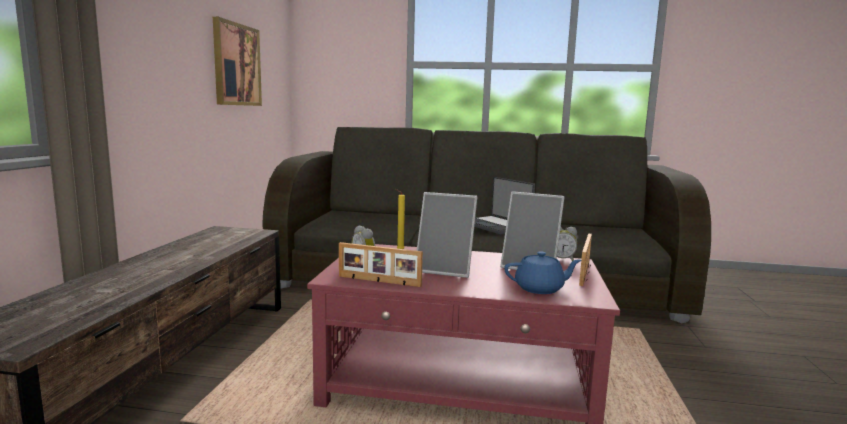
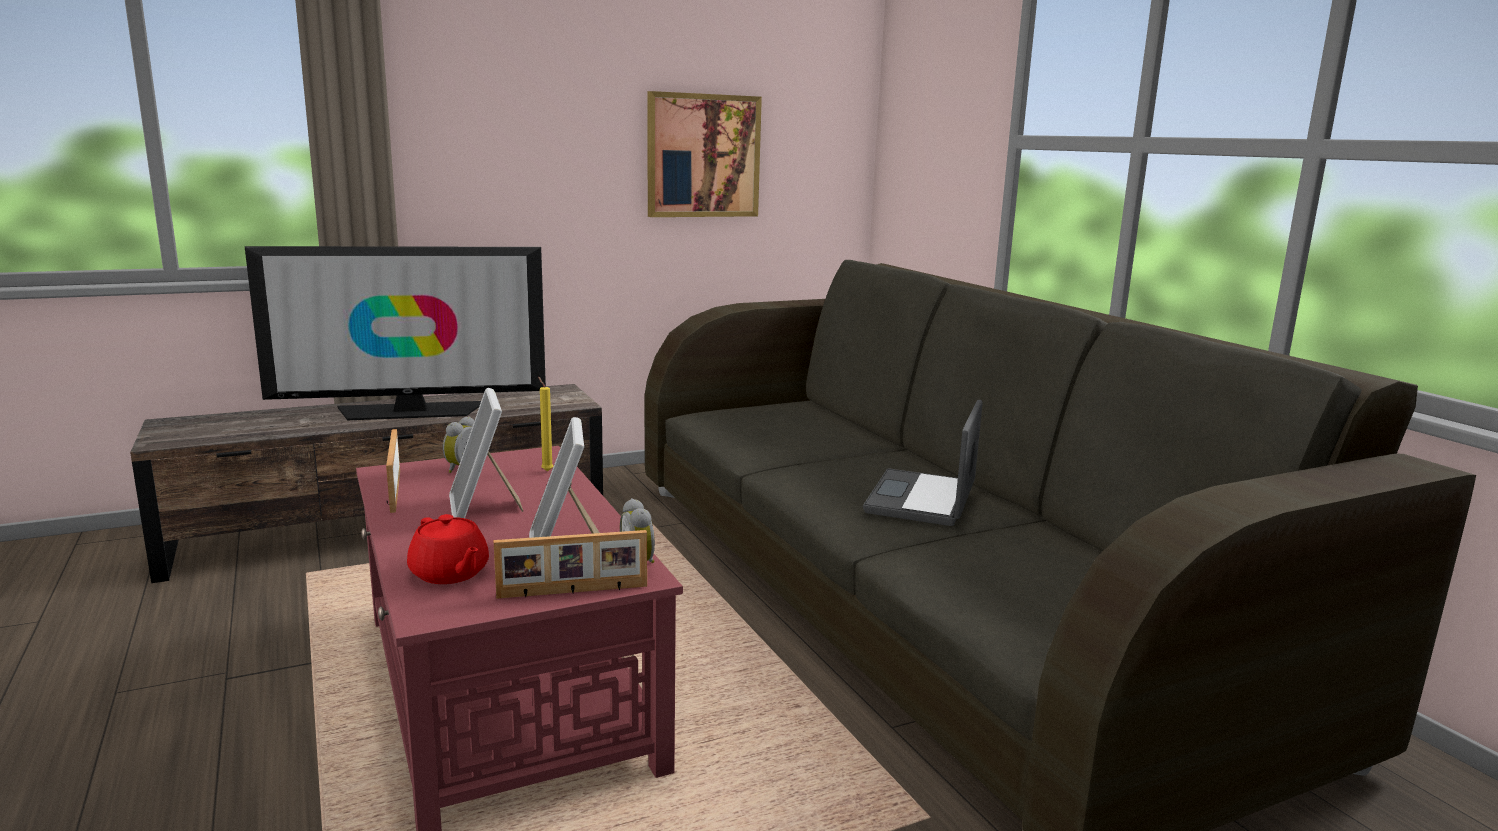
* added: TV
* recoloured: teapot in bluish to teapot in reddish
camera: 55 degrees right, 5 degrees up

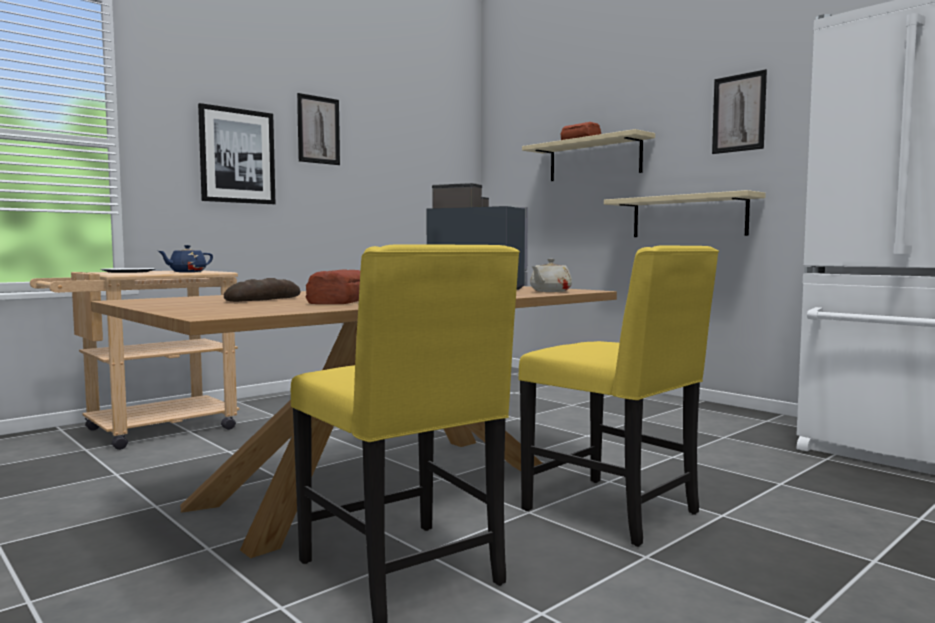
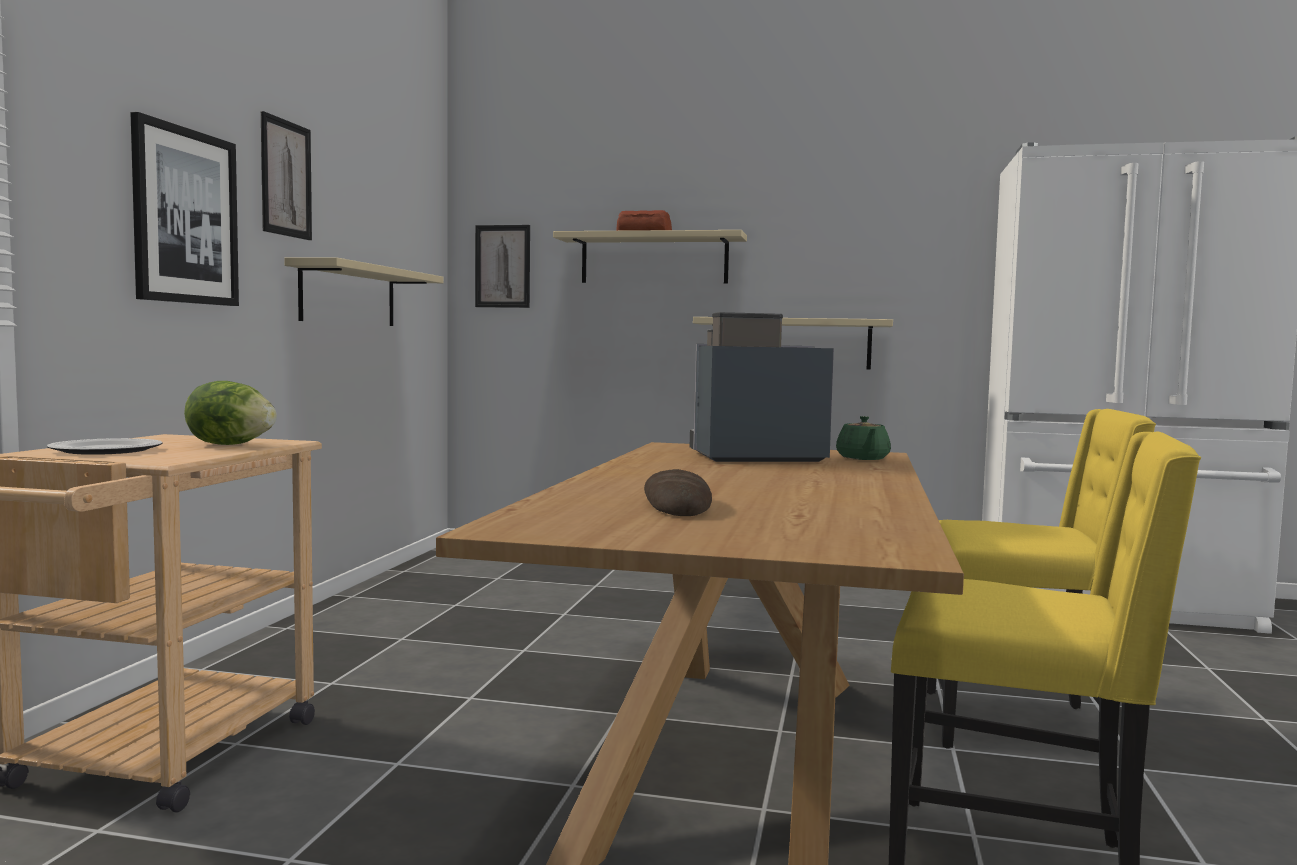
* replaced: teapot in bluish to lettuce
* added: shelf in beige (1st from left)
* moved: wall art (3rd from left)
* recoloured: teapot in beige to teapot in green-coloured
* removed: bakery bread (2nd from left)
camera: 35 degrees left, 0 degrees up

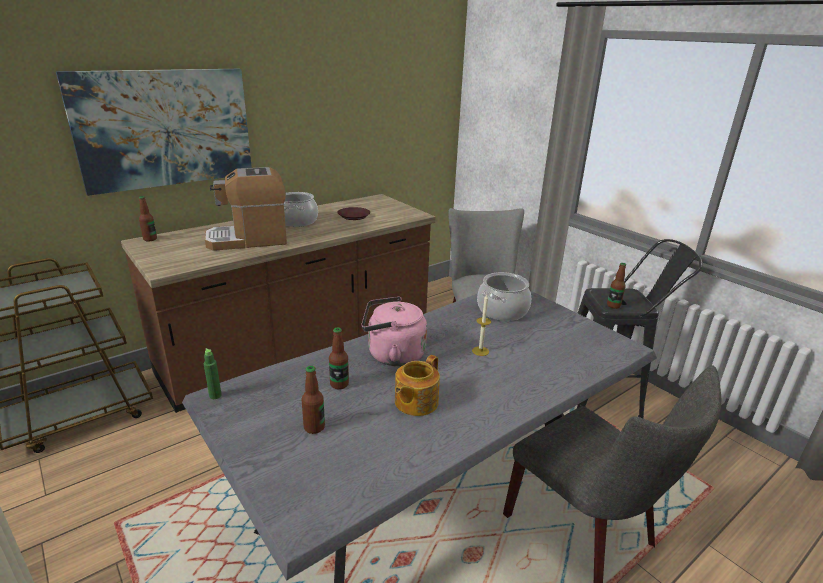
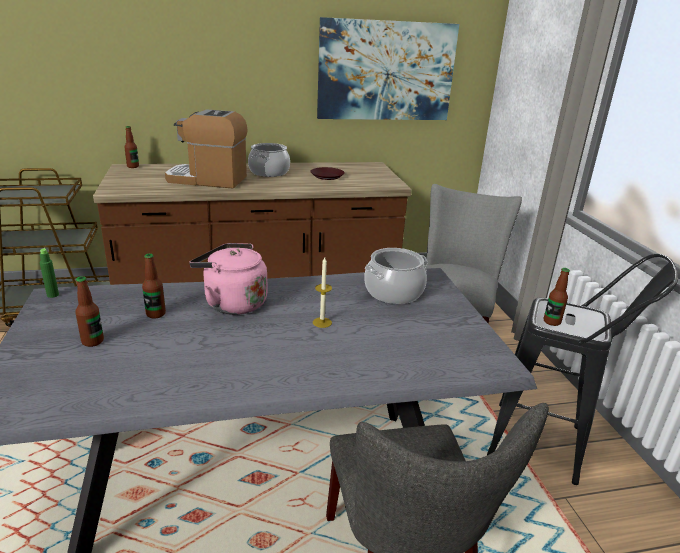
* moved: wall art
* removed: teapot
camera: 25 degrees right, 0 degrees up

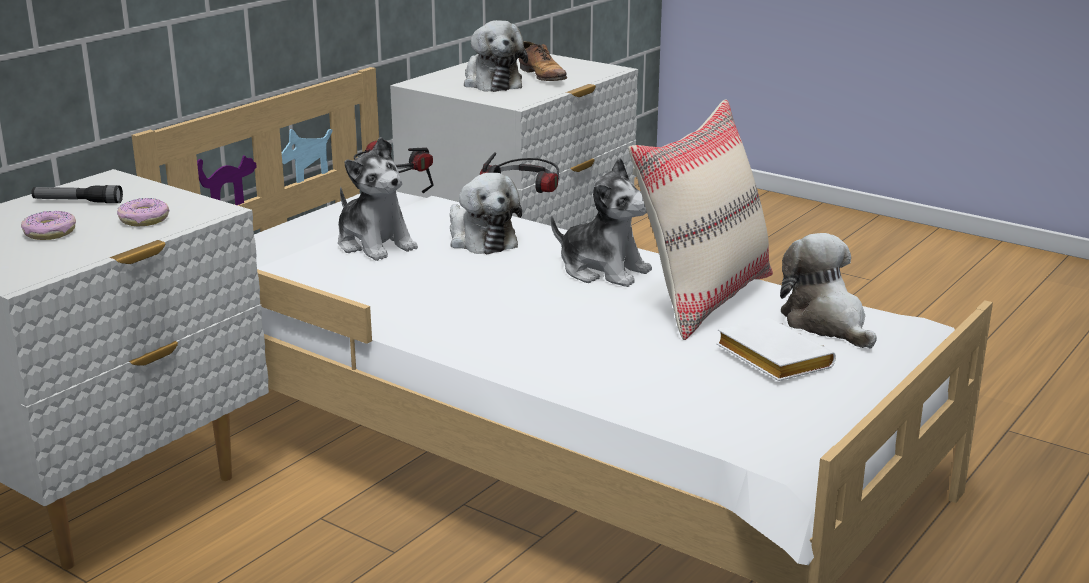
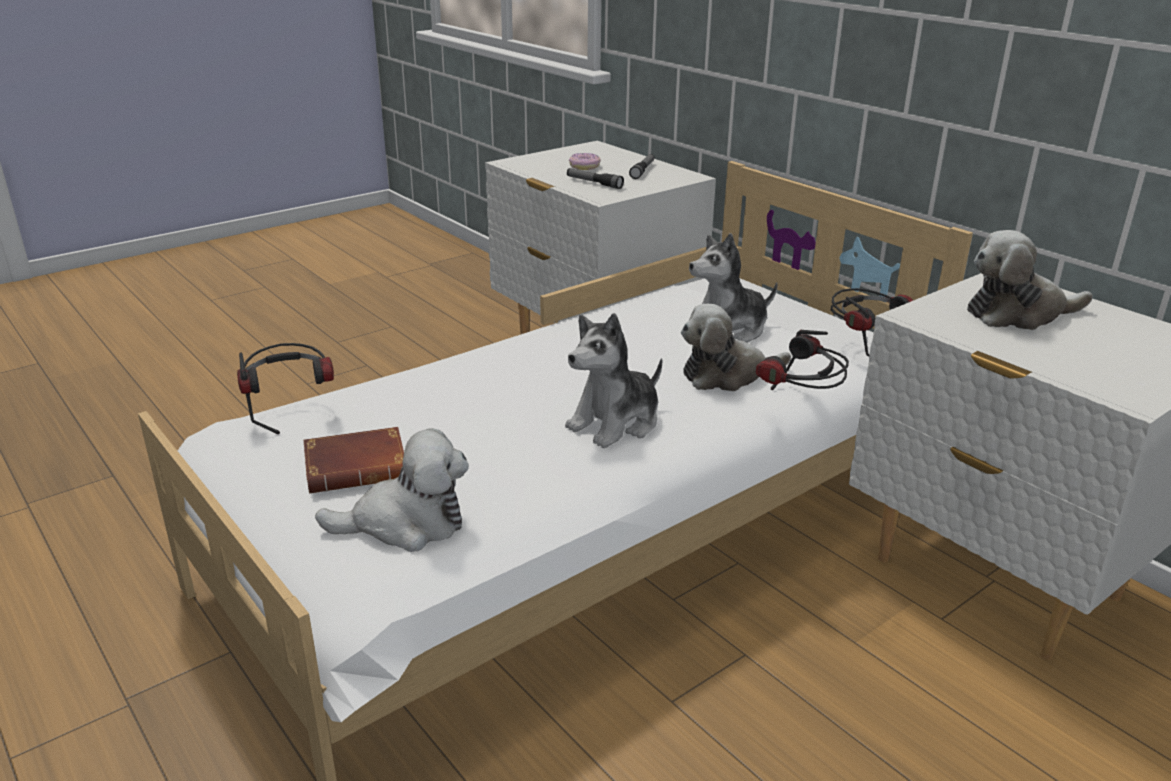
* added: pair of headphones (1st from left)
* recoloured: volume in white to volume in brown-coloured
* replaced: doughnut (2nd from left) to flashlight (1st from left)
* removed: low shoe
* removed: cushion in beige
camera: 105 degrees right, 5 degrees up

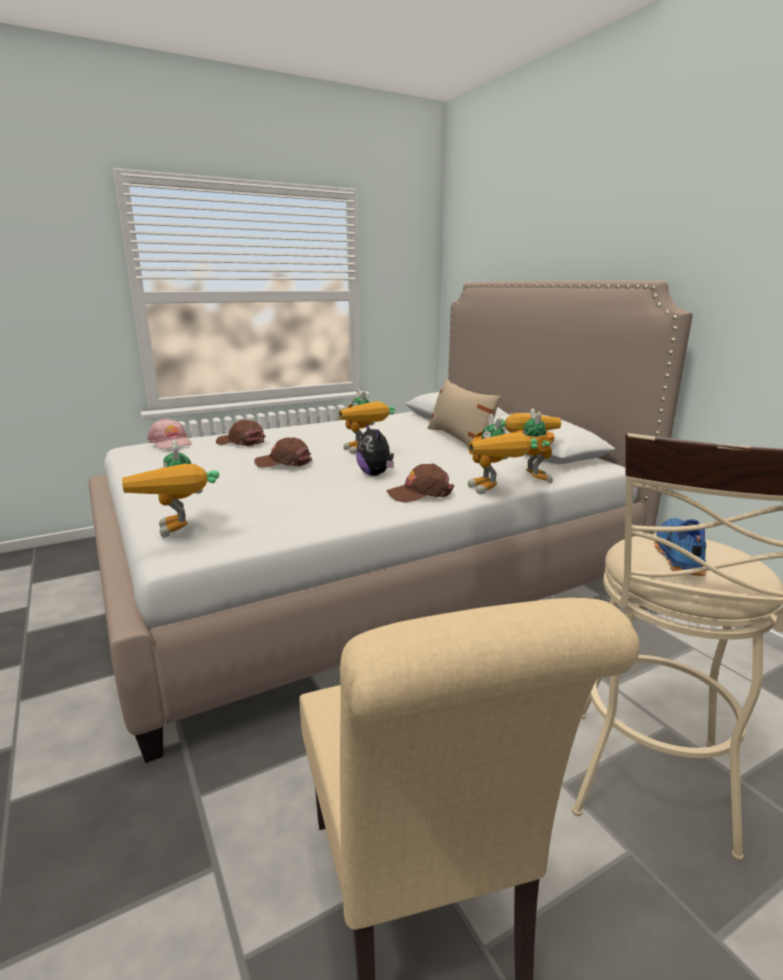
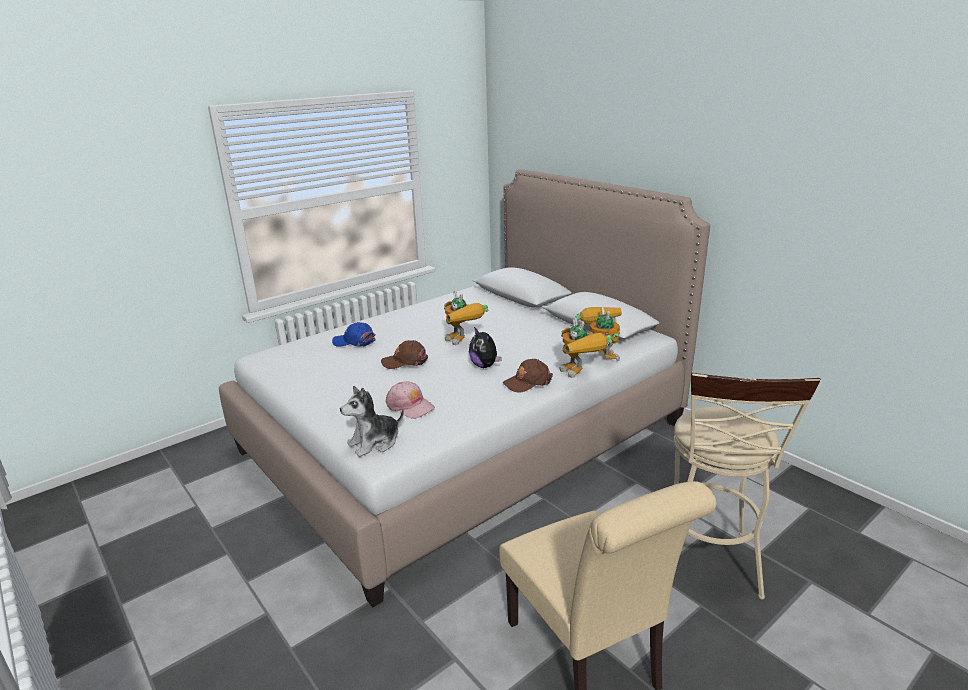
* recoloured: baseball cap in brown-coloured (1st from left) to baseball cap in bluish
* replaced: model robot (1st from left) to plush toy (1st from left)
* moved: baseball cap in pinkish
* removed: cushion in beige
* removed: low shoe in bluish
camera: 10 degrees left, 5 degrees up

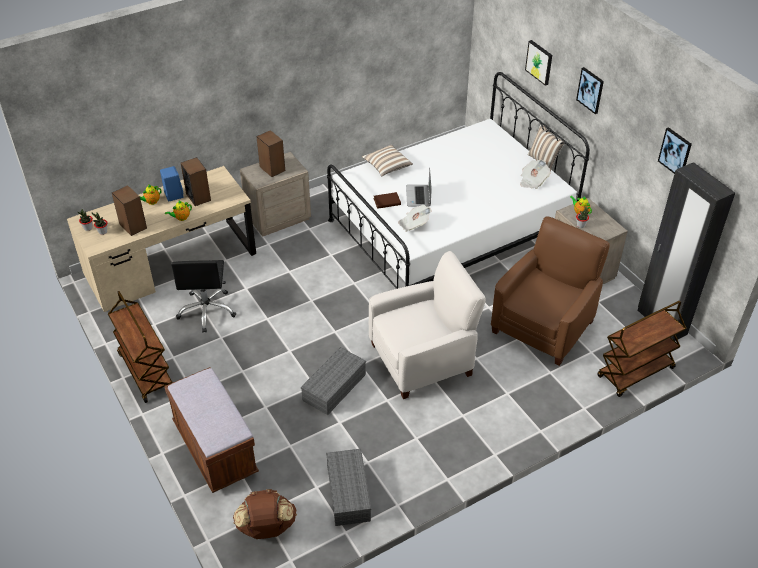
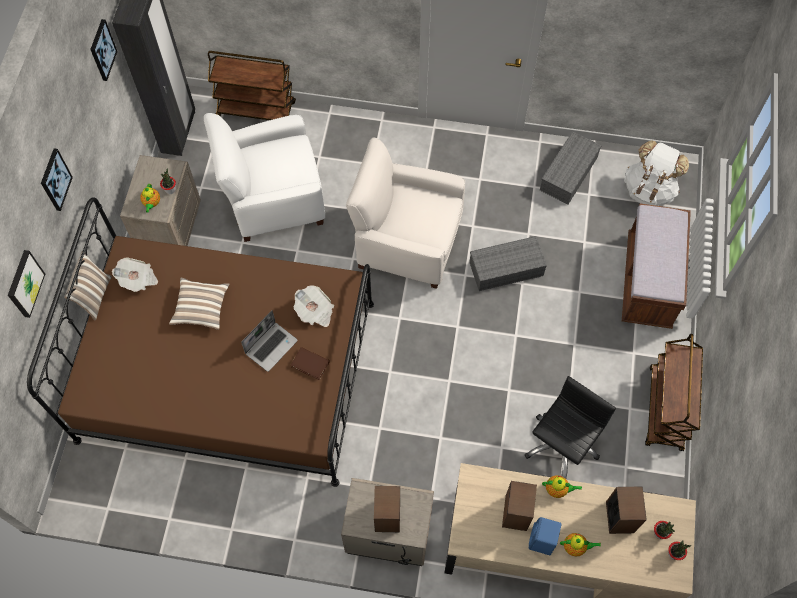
* recoloured: bedroom bed in white to bedroom bed in brown-coloured
* moved: cushion (1st from left in the first image) to cushion (2nd from left)
* recoloured: lounge chair in brown-coloured to lounge chair in white (1st from left)
* recoloured: knapsack in brown-coloured to knapsack in white
camera: 140 degrees left, 20 degrees up

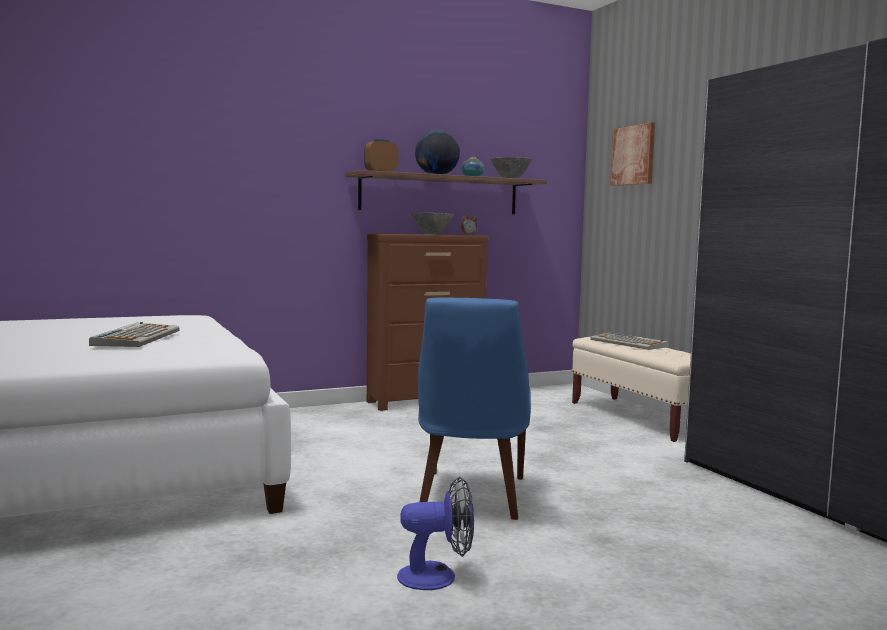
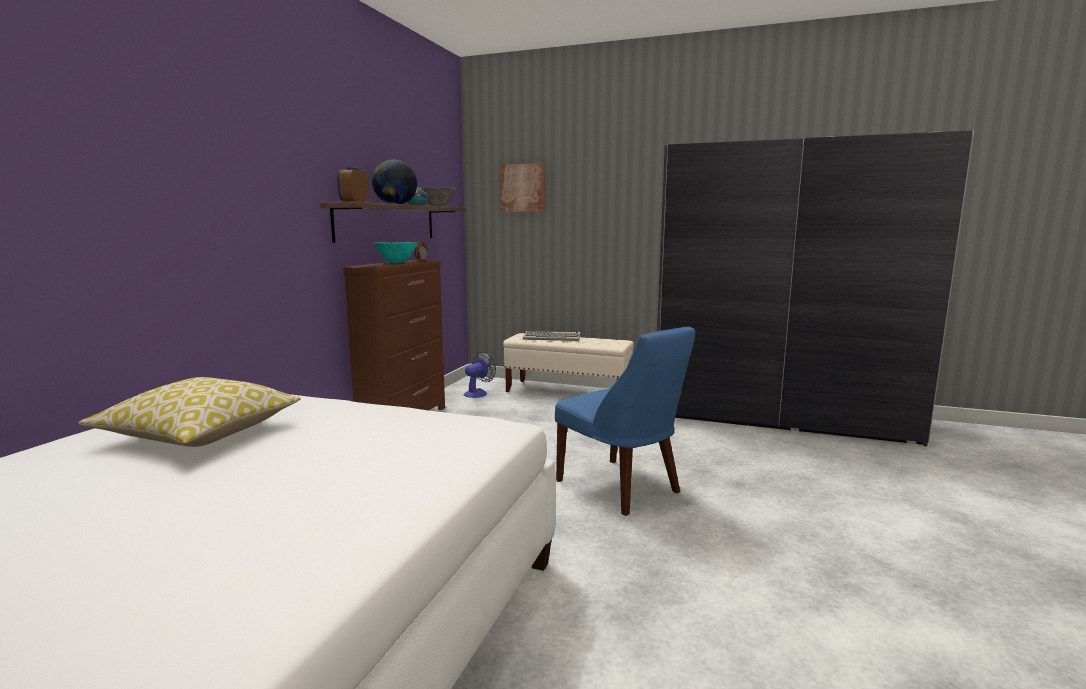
* added: cushion
* recoloured: deep dish in greyish (1st from left) to deep dish in blue-green
* moved: electric fan
* removed: PC keyboard (1st from left)
camera: 45 degrees left, 5 degrees up

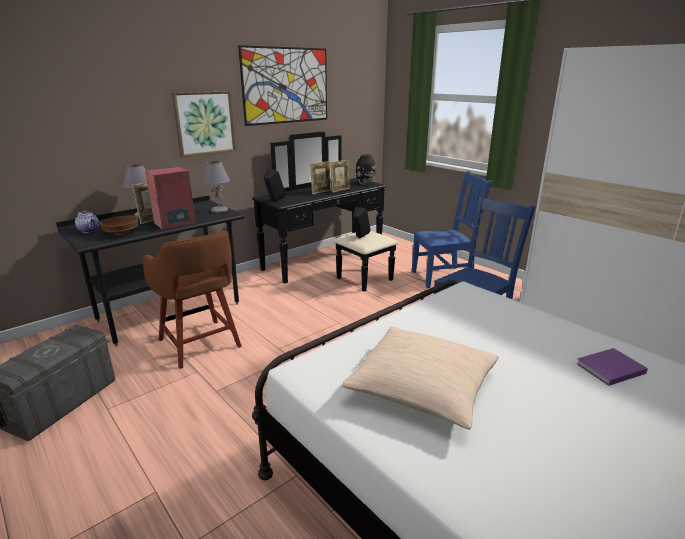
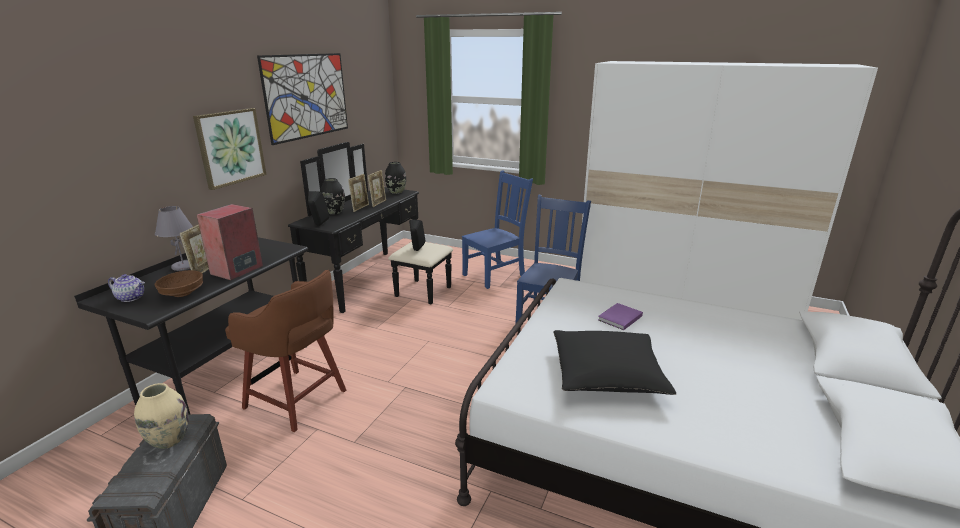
* added: flower vase in beige
* added: flower vase in blackish (1st from left)
* recoloured: cushion in beige to cushion in blackish
* moved: volume in purplish
* removed: tabletop lamp in greyish (2nd from left)
camera: 25 degrees left, 0 degrees up

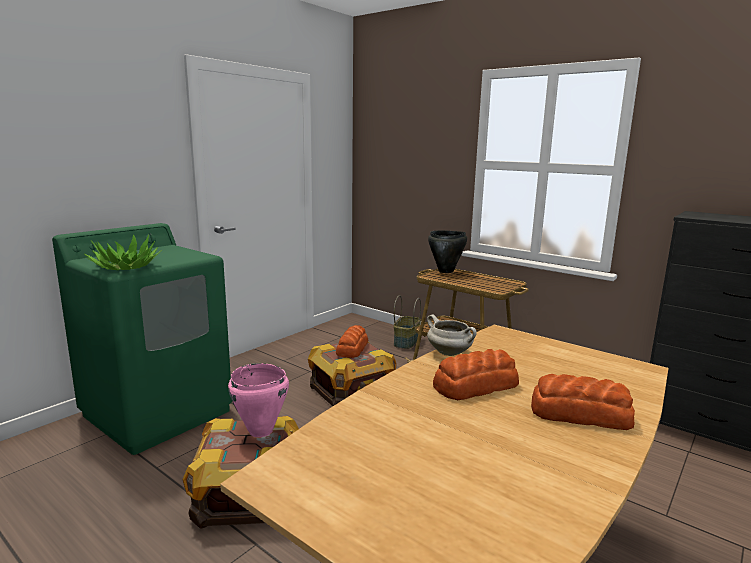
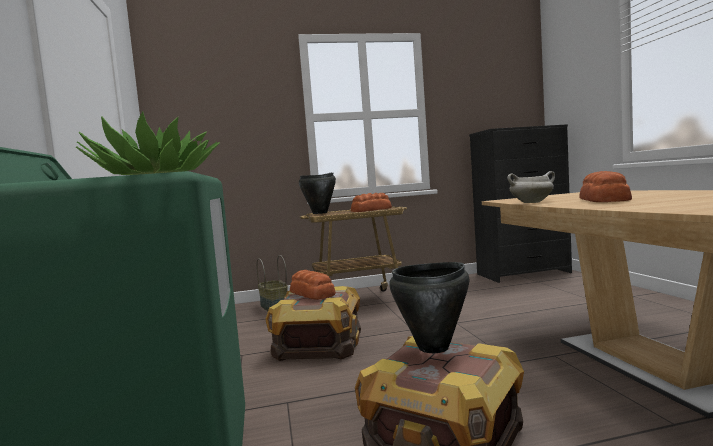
* moved: bakery bread (3rd from left in the first image) to bakery bread (2nd from left)
* recoloured: cooking pot in pinkish to cooking pot in blackish (2nd from left)
camera: 50 degrees left, 10 degrees down

